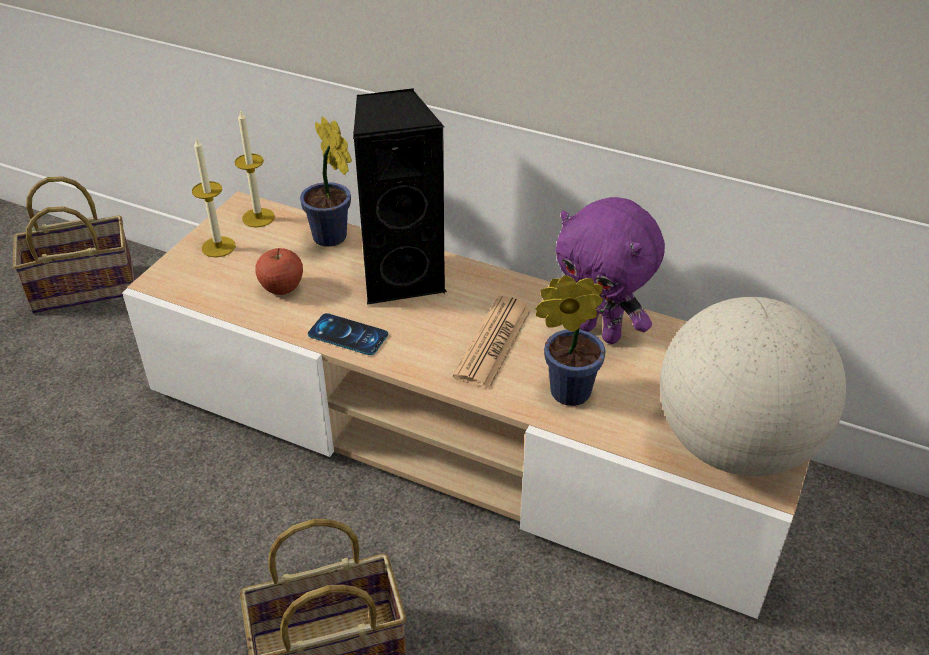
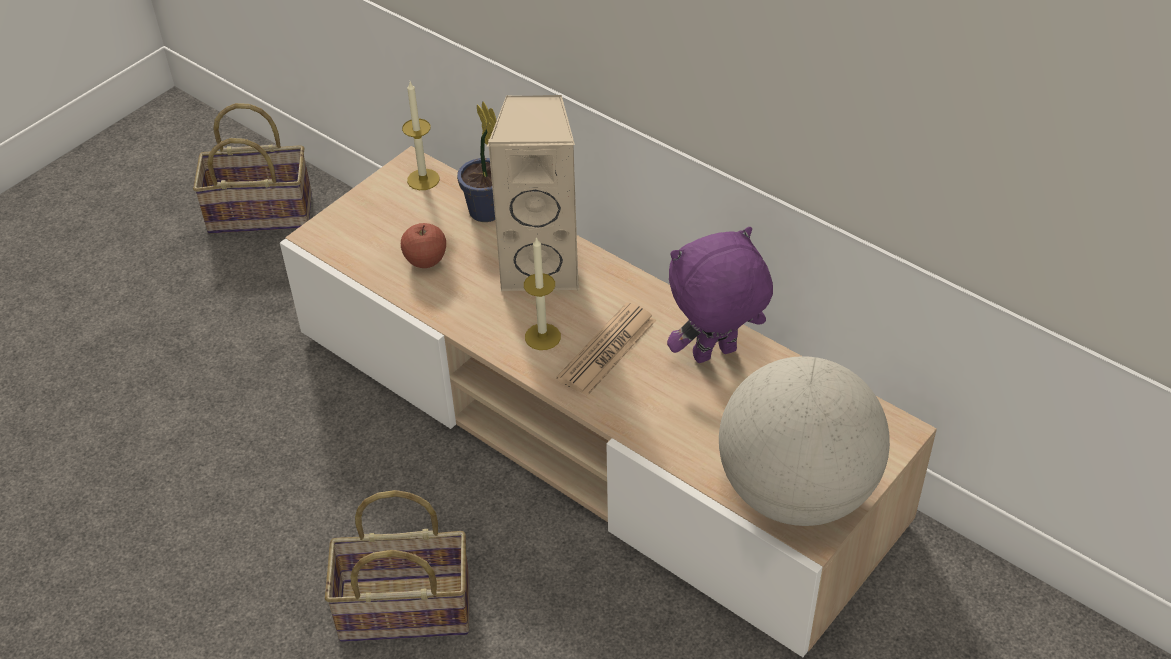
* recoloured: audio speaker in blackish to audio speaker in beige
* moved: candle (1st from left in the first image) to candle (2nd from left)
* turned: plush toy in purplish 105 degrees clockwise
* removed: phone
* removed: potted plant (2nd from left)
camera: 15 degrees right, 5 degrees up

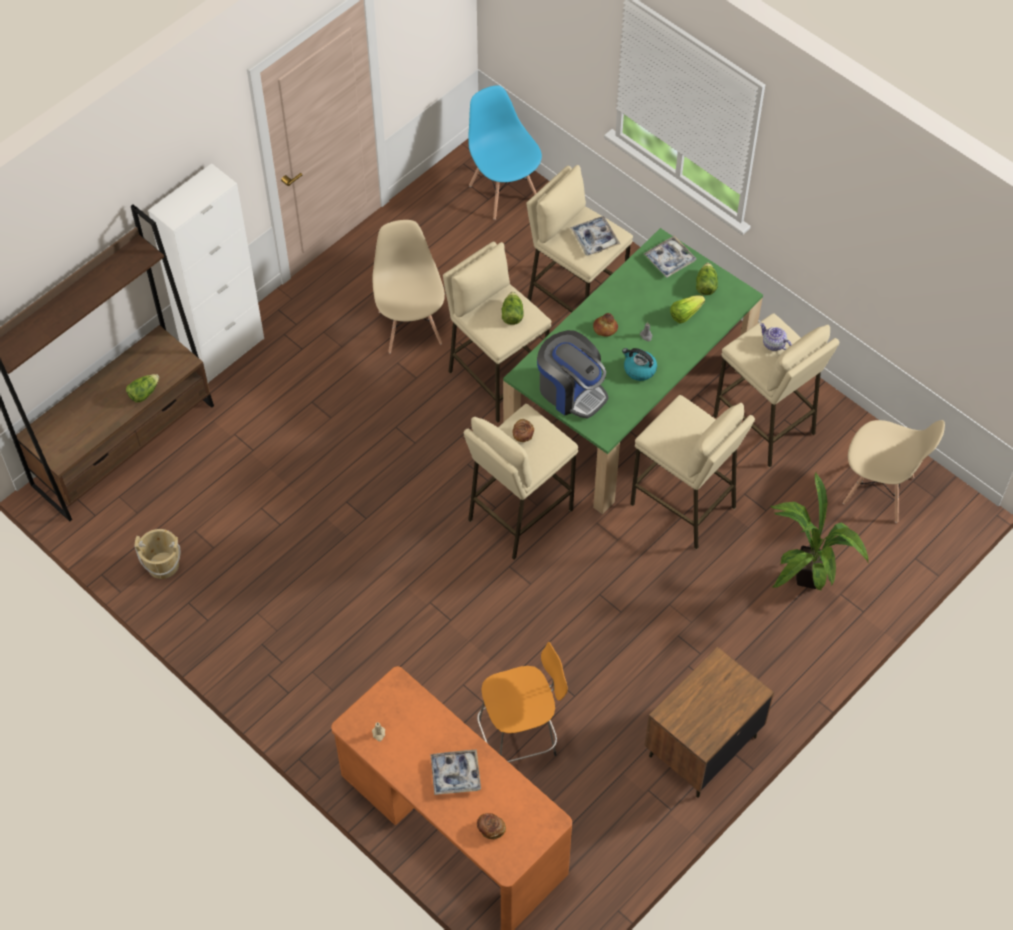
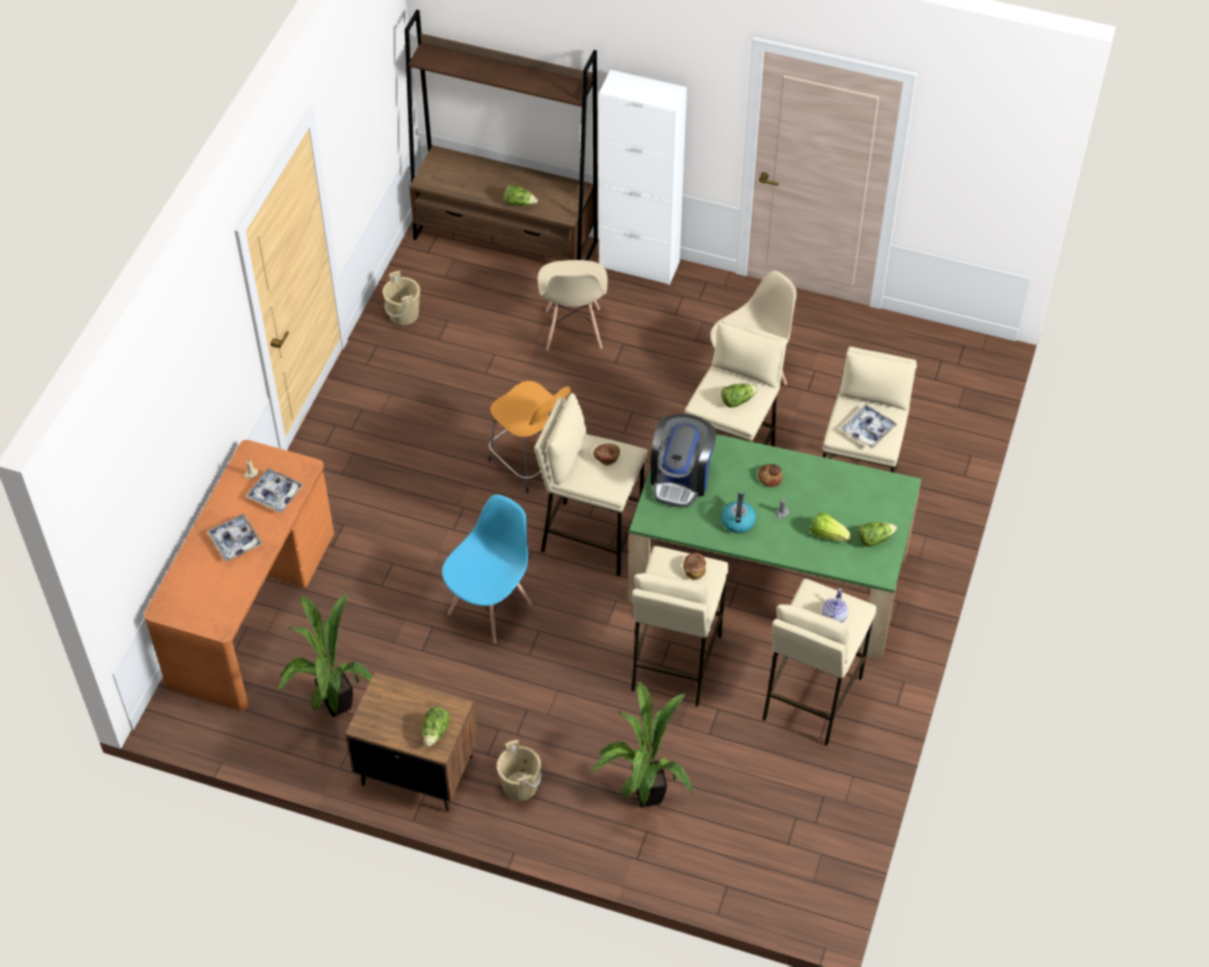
* moved: serving tray (3rd from left in the first image) to serving tray (2nd from left)
* added: potted plant (1st from left)
* added: lettuce (1st from left)
* moved: upright chair in bluish
* moved: stool seat in orange-coloured
* added: bucket in beige (2nd from left)
* moved: upright chair in beige (2nd from left in the first image) to upright chair in beige (1st from left)
* moved: bakery bread (1st from left in the first image) to bakery bread (2nd from left)
camera: 65 degrees right, 5 degrees down

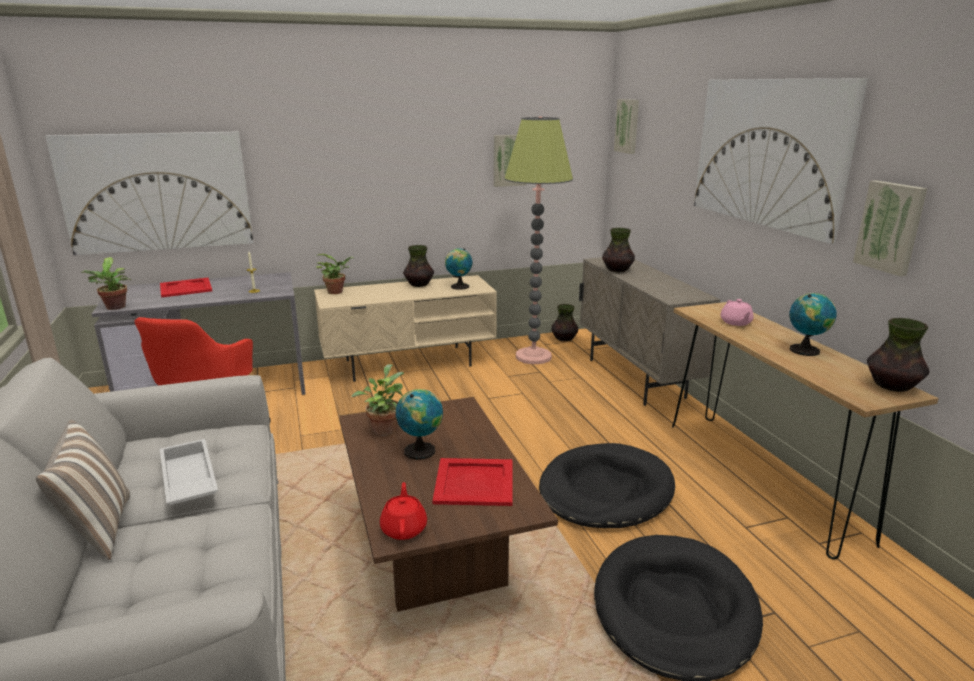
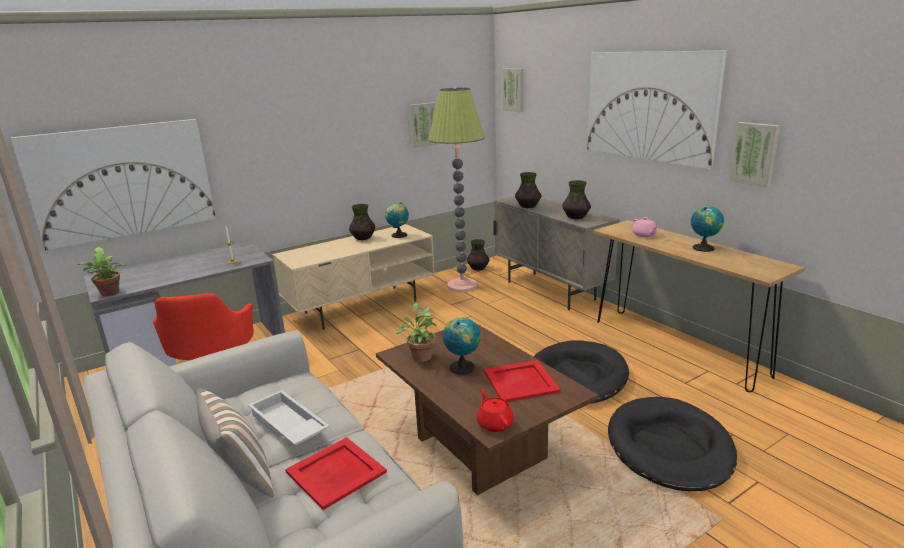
* moved: serving tray in reddish (1st from left)
* moved: flower vase (4th from left)
* removed: potted plant (2nd from left)
camera: 15 degrees left, 0 degrees up

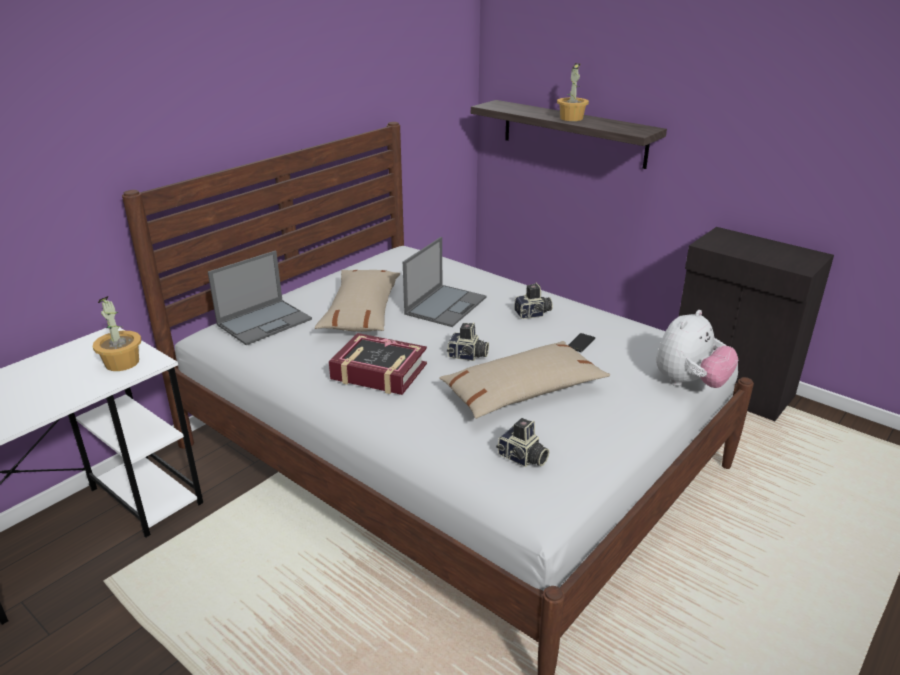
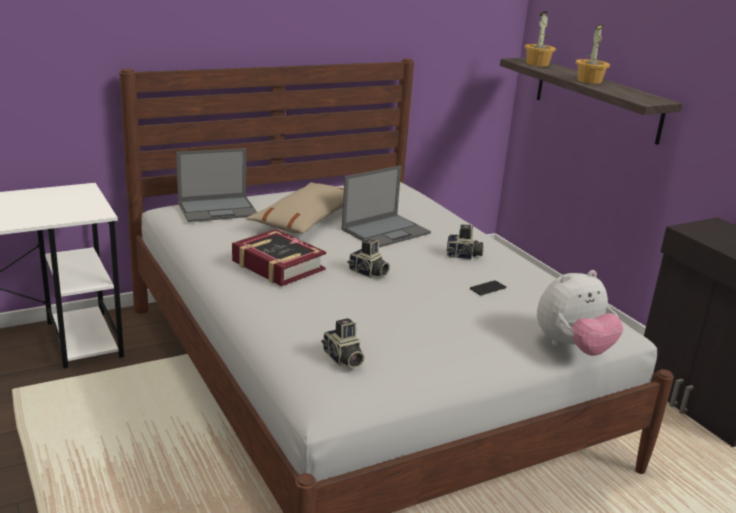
* moved: potted plant (1st from left)
* removed: cushion in beige (2nd from left)
camera: 20 degrees right, 5 degrees down

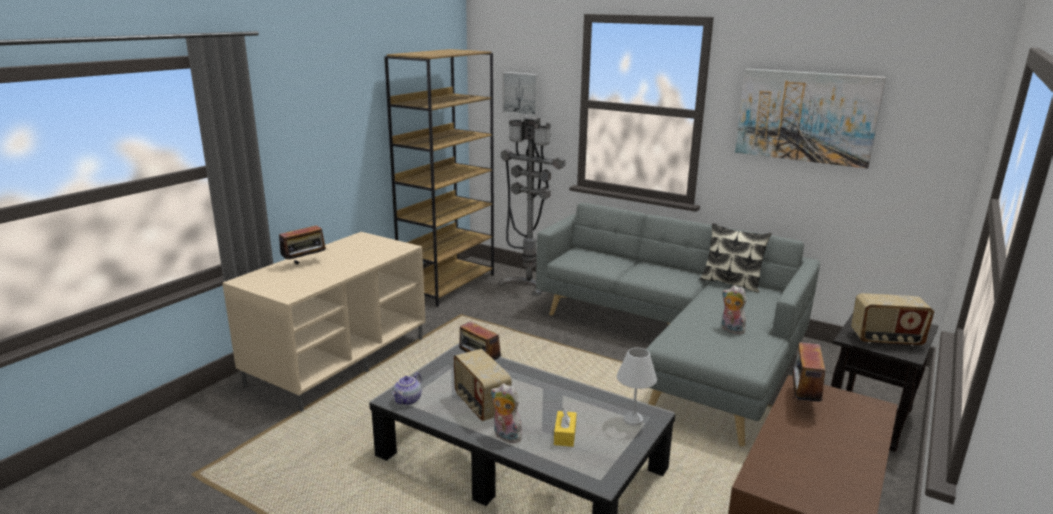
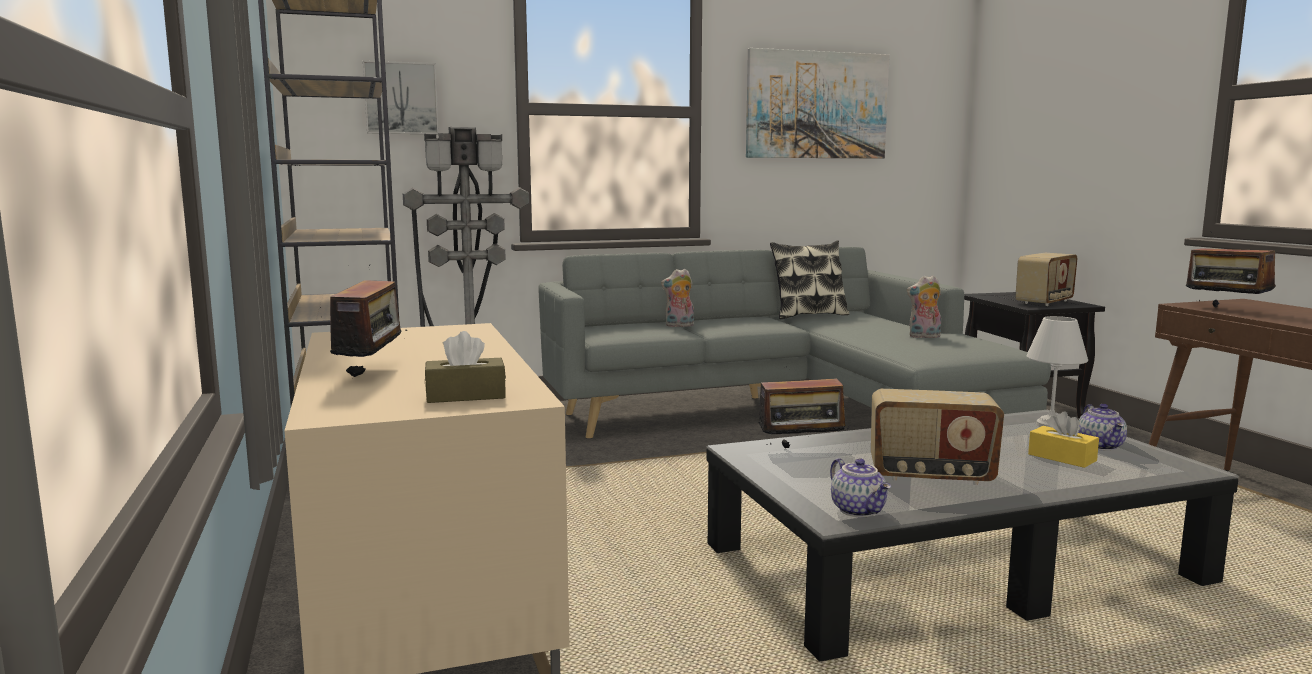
* added: tissue holder in brown-coloured
* moved: plush toy (1st from left)
* added: teapot (2nd from left)
camera: 50 degrees left, 10 degrees down

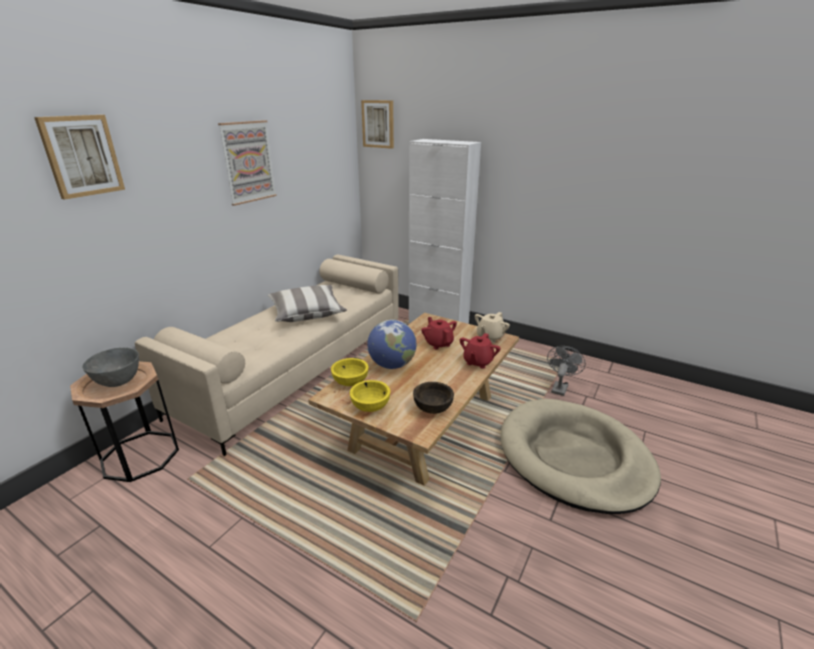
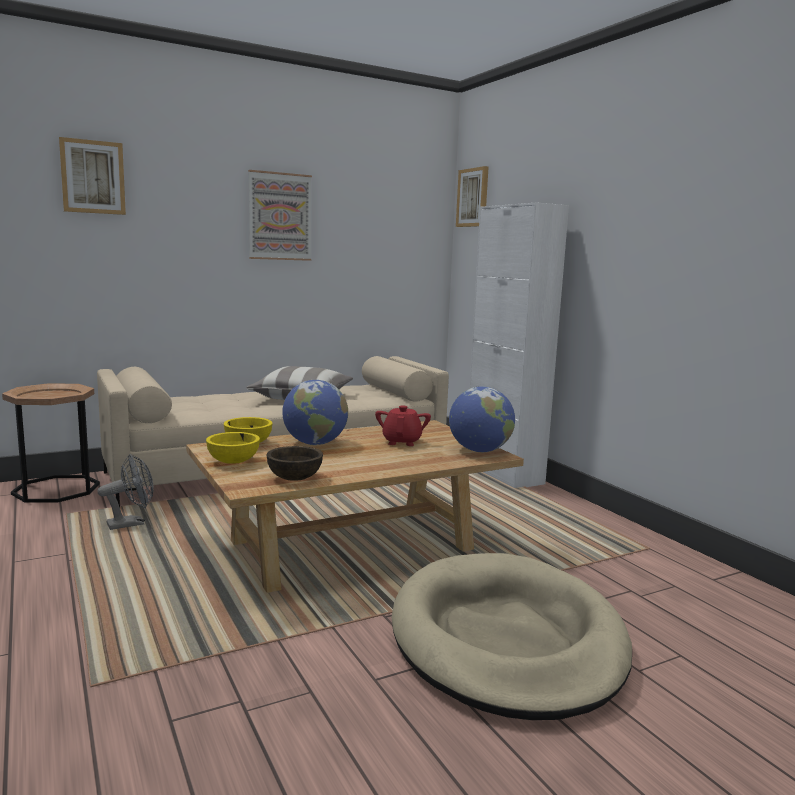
* moved: electric fan in greyish
* replaced: teapot in beige to desk globe (2nd from left)
* removed: deep dish in greyish
* removed: teapot in reddish (2nd from left)
camera: 30 degrees right, 15 degrees down

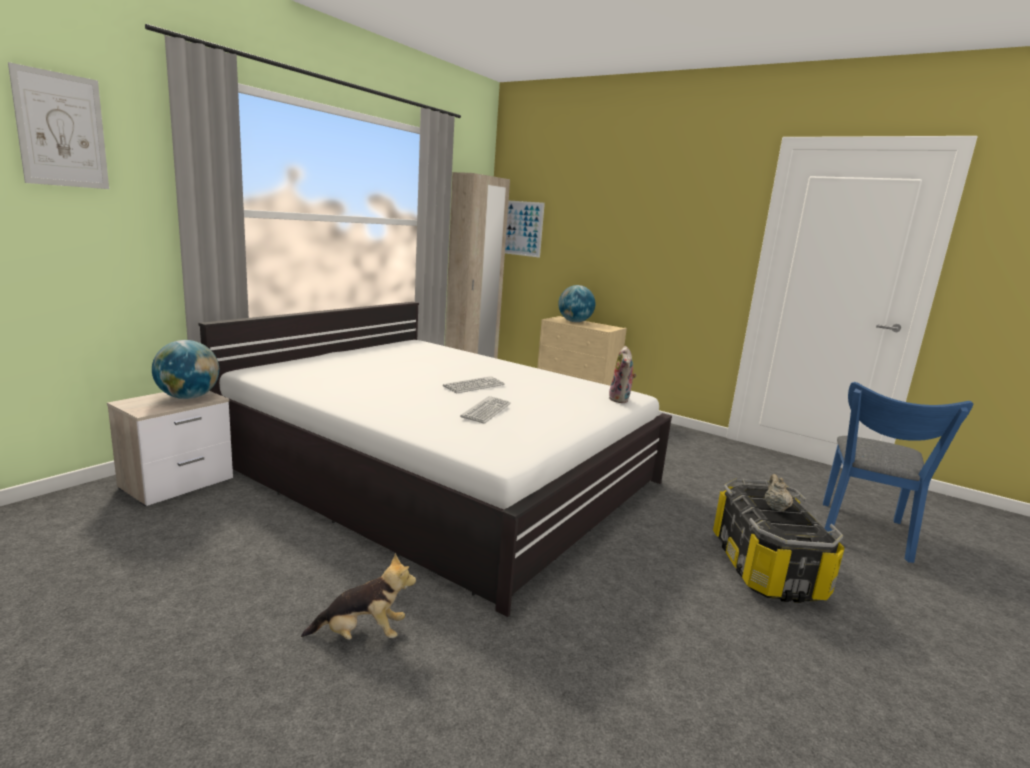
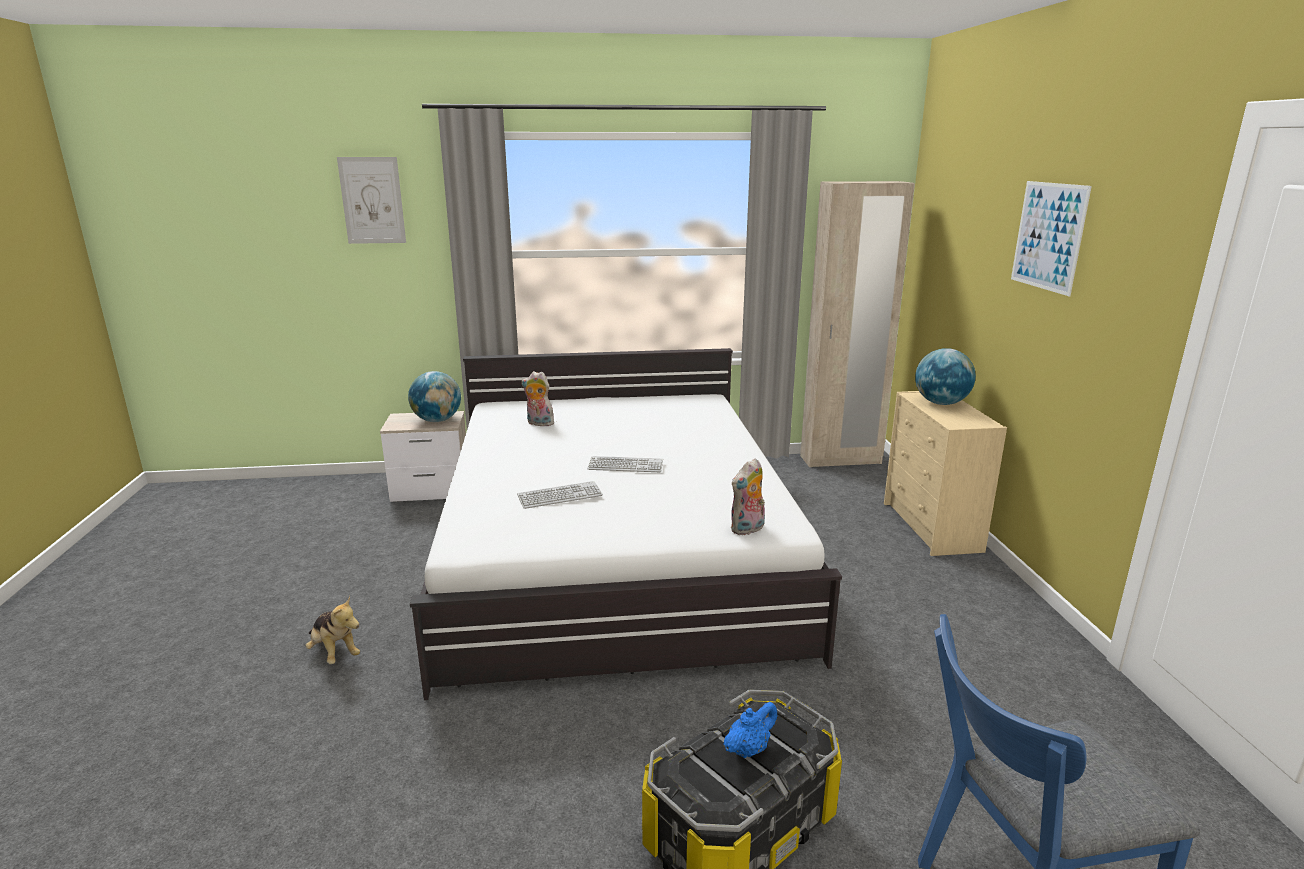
* added: plush toy (2nd from left)
* recoloured: teapot in beige to teapot in bluish
* moved: wall art (2nd from left)
camera: 50 degrees right, 5 degrees up

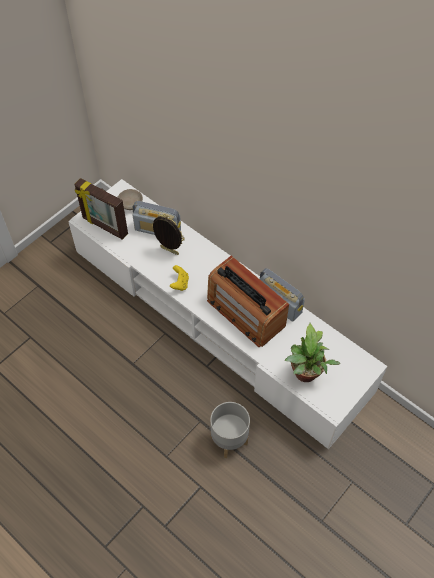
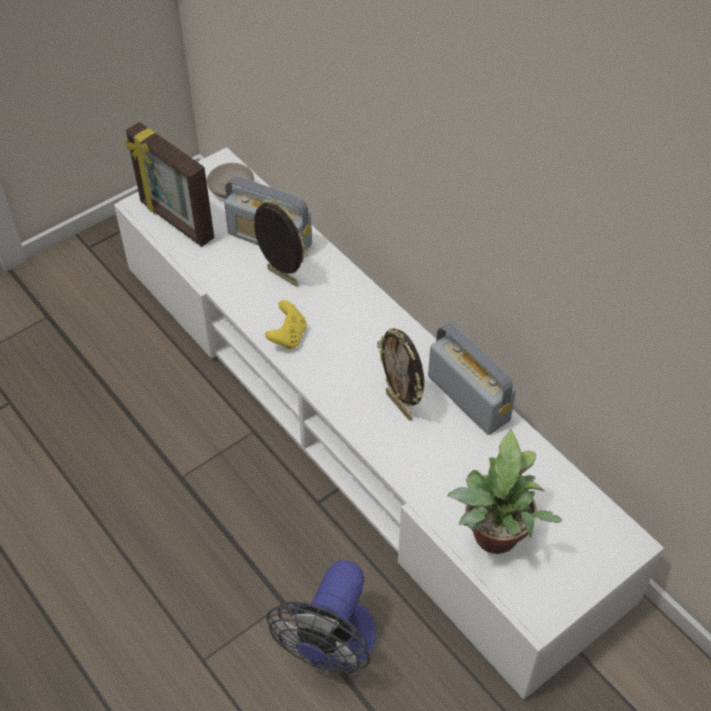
* replaced: planter in greyish to electric fan
* replaced: radio (2nd from left) to picture frame (3rd from left)
camera: 10 degrees right, 5 degrees down

